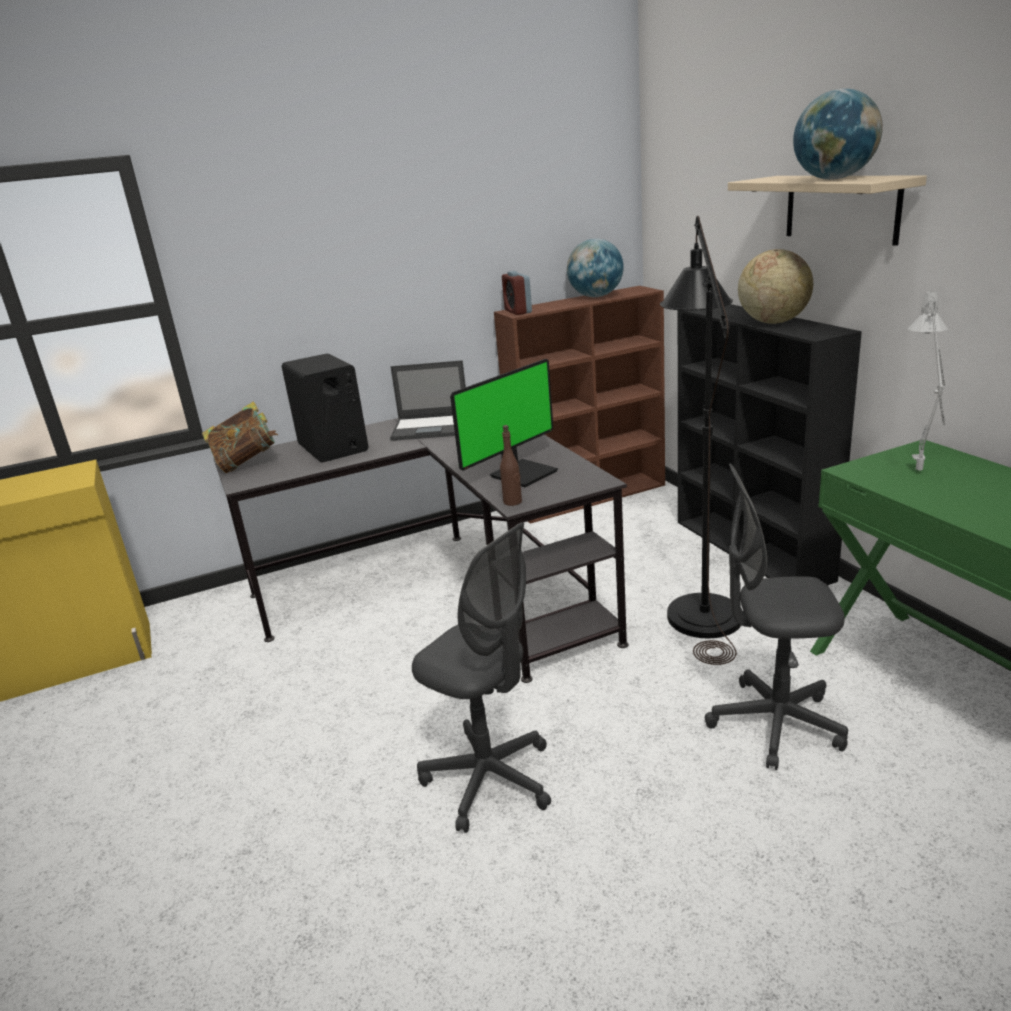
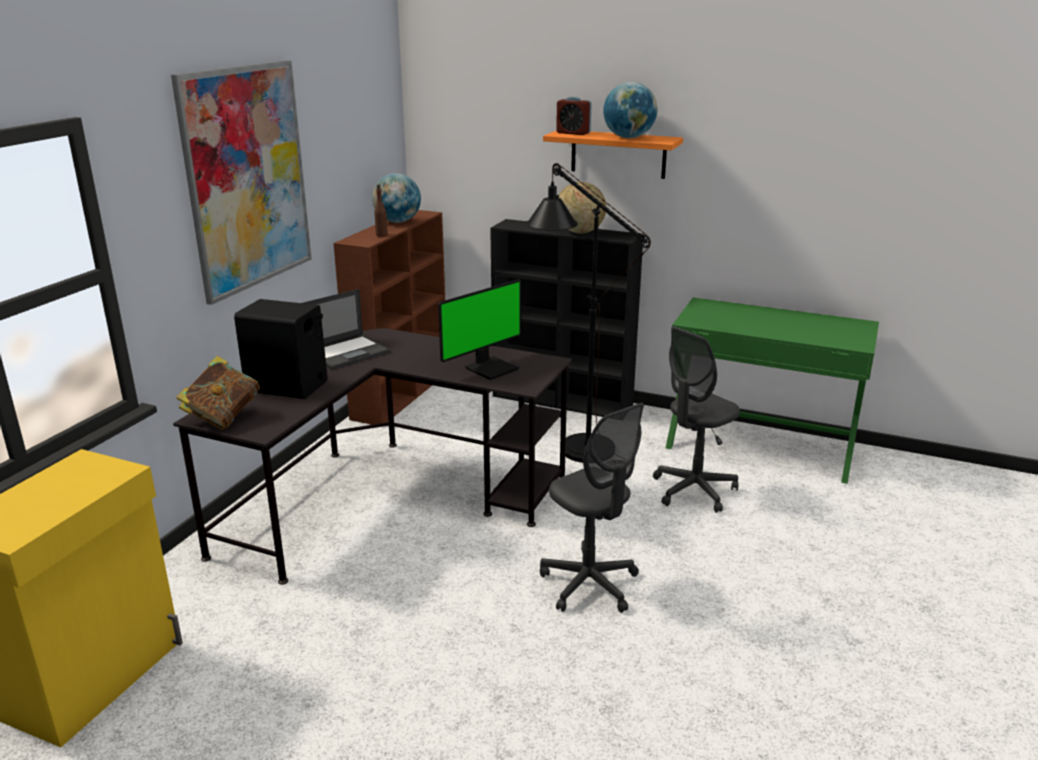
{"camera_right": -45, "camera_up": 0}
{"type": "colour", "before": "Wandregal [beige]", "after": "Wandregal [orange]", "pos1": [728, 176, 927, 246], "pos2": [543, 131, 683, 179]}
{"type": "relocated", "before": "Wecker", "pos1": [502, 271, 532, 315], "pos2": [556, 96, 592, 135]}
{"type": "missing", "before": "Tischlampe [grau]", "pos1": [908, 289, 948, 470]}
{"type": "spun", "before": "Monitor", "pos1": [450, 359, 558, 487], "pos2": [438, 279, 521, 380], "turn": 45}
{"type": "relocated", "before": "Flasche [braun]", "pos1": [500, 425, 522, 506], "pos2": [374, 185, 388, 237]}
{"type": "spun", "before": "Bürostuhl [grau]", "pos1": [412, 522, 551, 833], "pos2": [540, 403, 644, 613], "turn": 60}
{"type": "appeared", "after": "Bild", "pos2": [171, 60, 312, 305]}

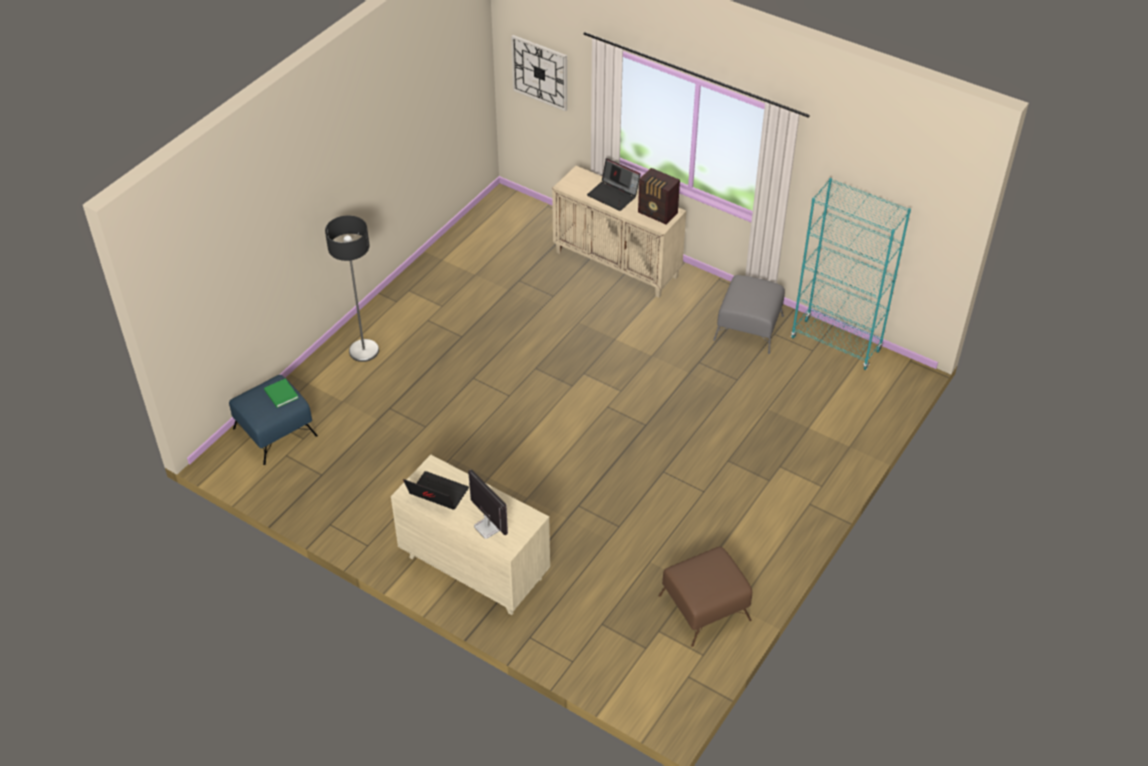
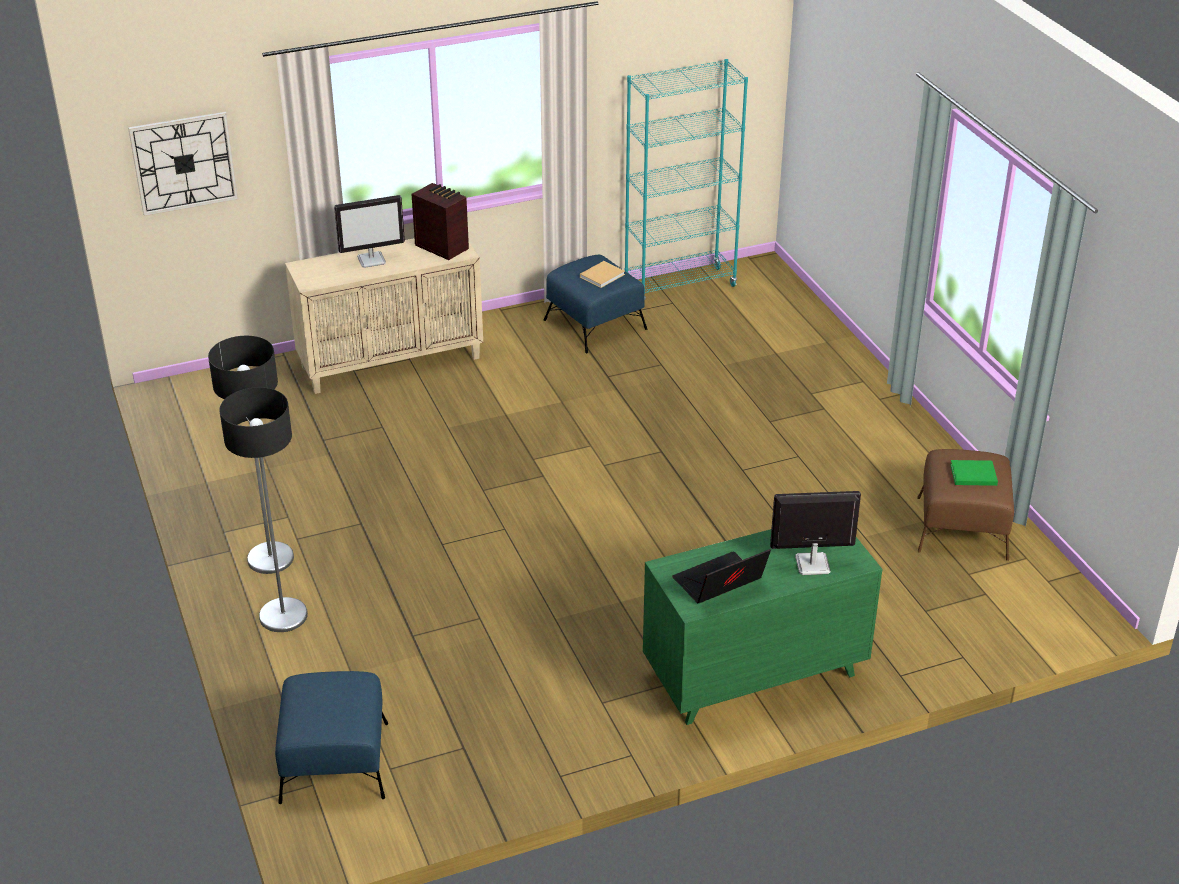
{"camera_right": -55, "camera_up": -10}
{"type": "exchanged", "before": "Laptop", "after": "Monitor", "pos1": [587, 158, 640, 211], "pos2": [334, 195, 405, 268]}
{"type": "spun", "before": "Radio", "pos1": [638, 168, 680, 225], "pos2": [411, 183, 469, 260], "turn": -120}
{"type": "colour", "before": "Polsterhocker [grau]", "after": "Polsterhocker [blau]", "pos1": [713, 275, 785, 354], "pos2": [544, 255, 647, 353]}
{"type": "relocated", "before": "Buch [grün]", "pos1": [264, 378, 298, 408], "pos2": [950, 460, 998, 486]}
{"type": "colour", "before": "Kommode [beige]", "after": "Kommode [grün]", "pos1": [391, 455, 550, 615], "pos2": [643, 529, 883, 725]}
{"type": "appeared", "after": "Buch [beige]", "pos2": [580, 261, 625, 288]}
{"type": "appeared", "after": "Stehlampe", "pos2": [208, 336, 294, 574]}

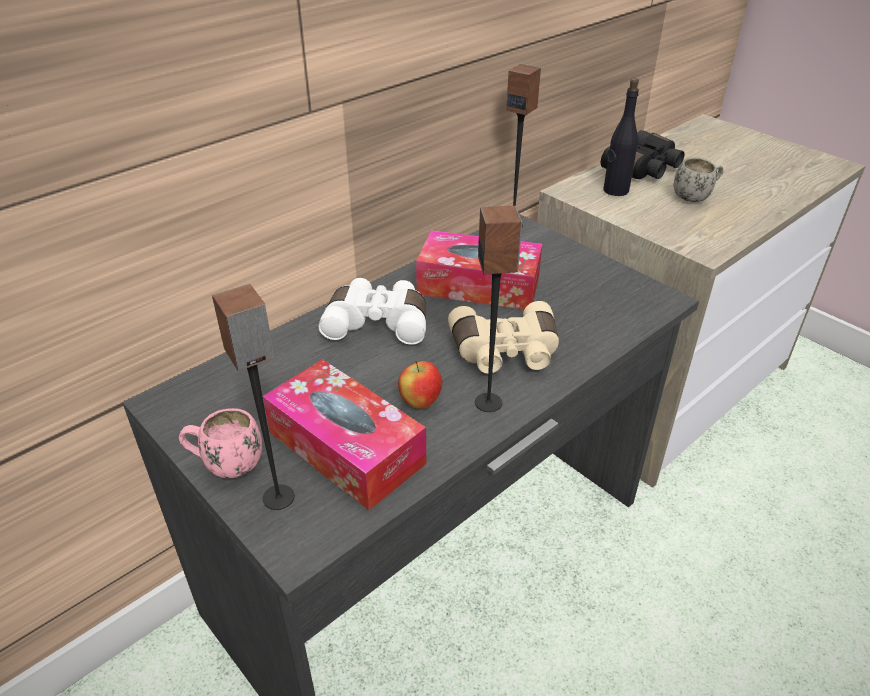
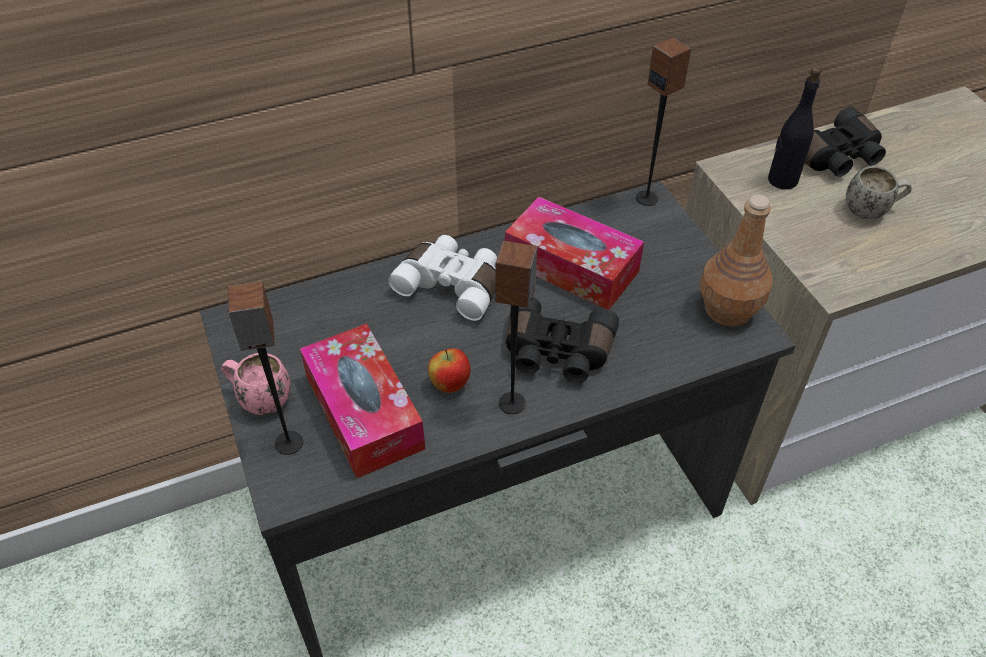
{"camera_right": 20, "camera_up": 10}
{"type": "colour", "before": "Fernglas [beige]", "after": "Fernglas [schwarz]", "pos1": [448, 301, 559, 374], "pos2": [506, 297, 619, 383]}
{"type": "appeared", "after": "Flasche [braun]", "pos2": [700, 194, 773, 326]}

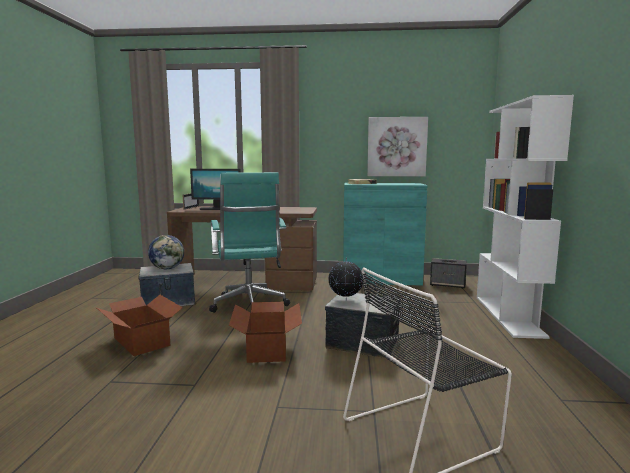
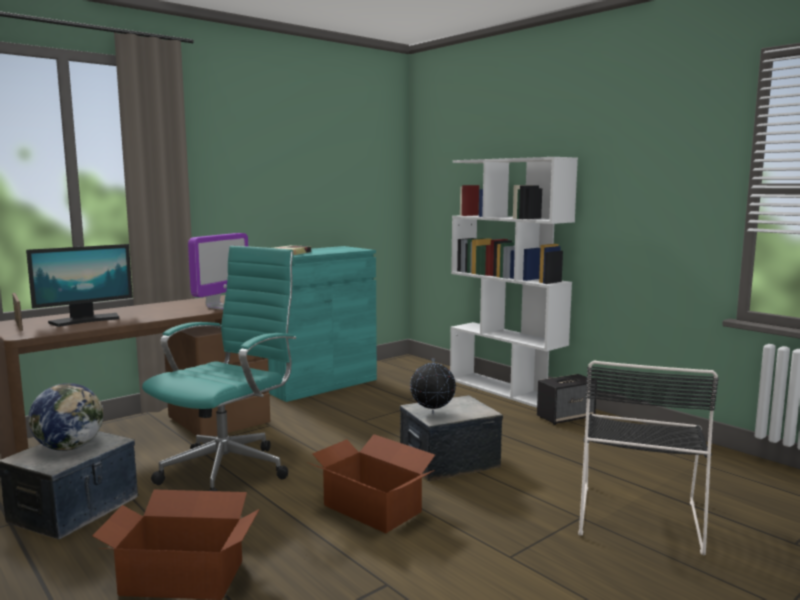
{"camera_right": -45, "camera_up": 0}
{"type": "missing", "before": "Bild", "pos1": [367, 117, 428, 176]}
{"type": "spun", "before": "Bürostuhl [türkis]", "pos1": [209, 172, 290, 313], "pos2": [142, 246, 296, 491], "turn": -90}
{"type": "relocated", "before": "Lautsprecher", "pos1": [430, 258, 467, 289], "pos2": [537, 374, 597, 425]}
{"type": "appeared", "after": "Monitor", "pos2": [188, 233, 248, 310]}

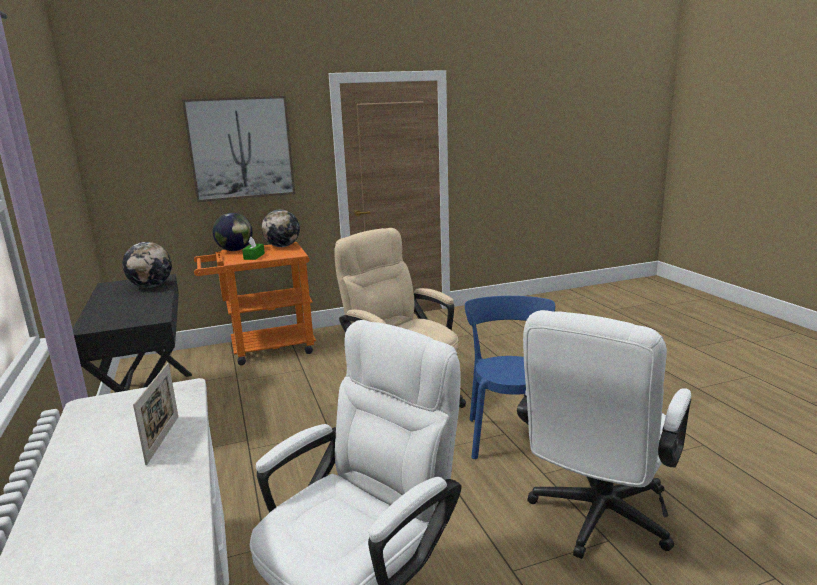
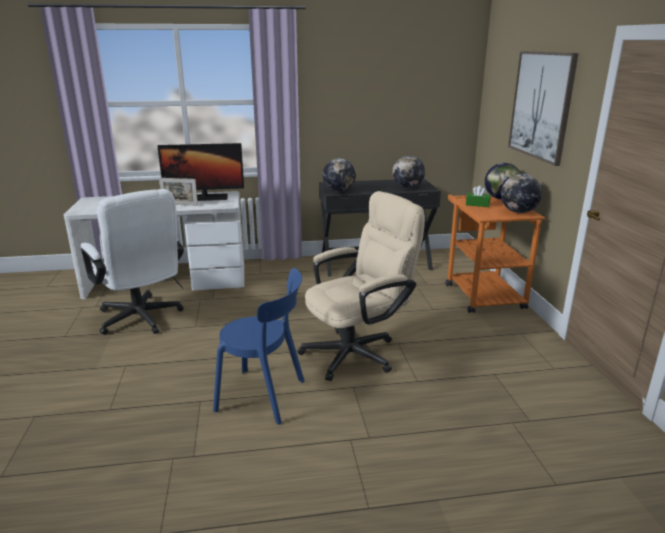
{"camera_right": 100, "camera_up": 5}
{"type": "missing", "before": "Bürostuhl [weiß]", "pos1": [517, 310, 691, 559]}
{"type": "appeared", "after": "Monitor", "pos2": [157, 143, 244, 201]}
{"type": "appeared", "after": "Globus", "pos2": [323, 158, 356, 192]}

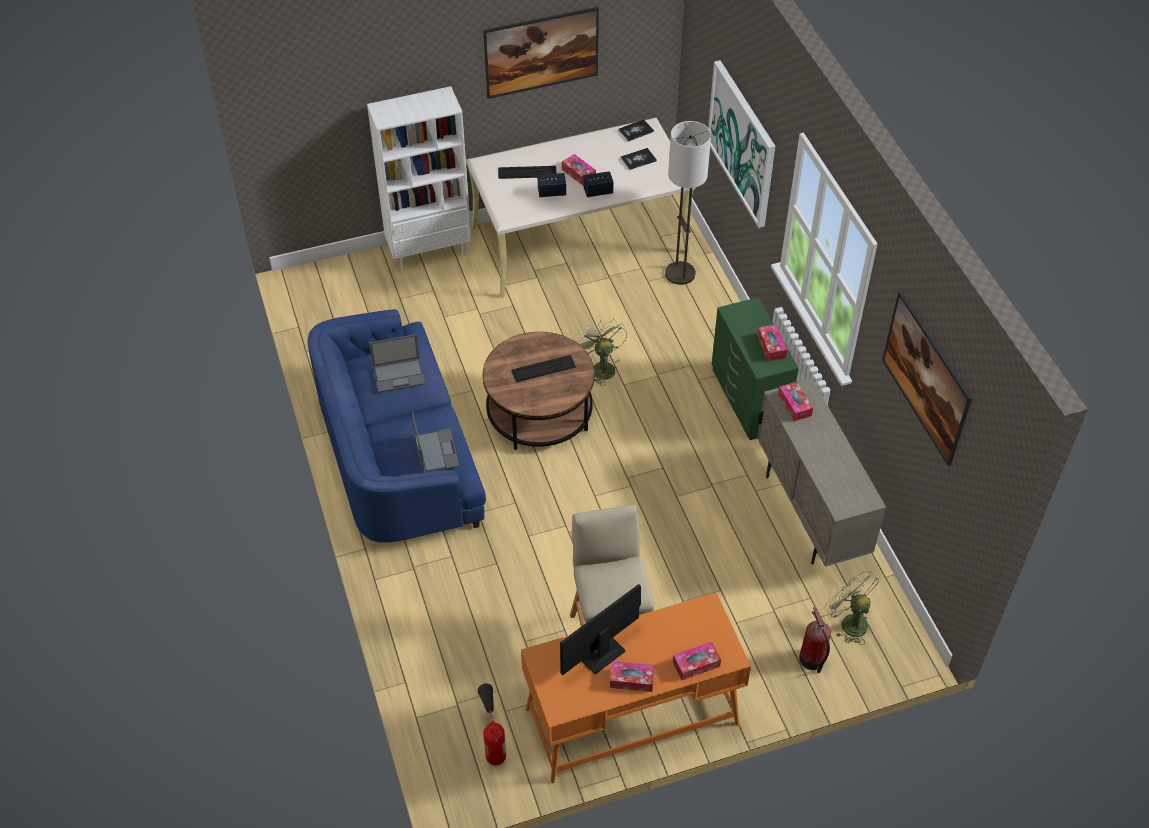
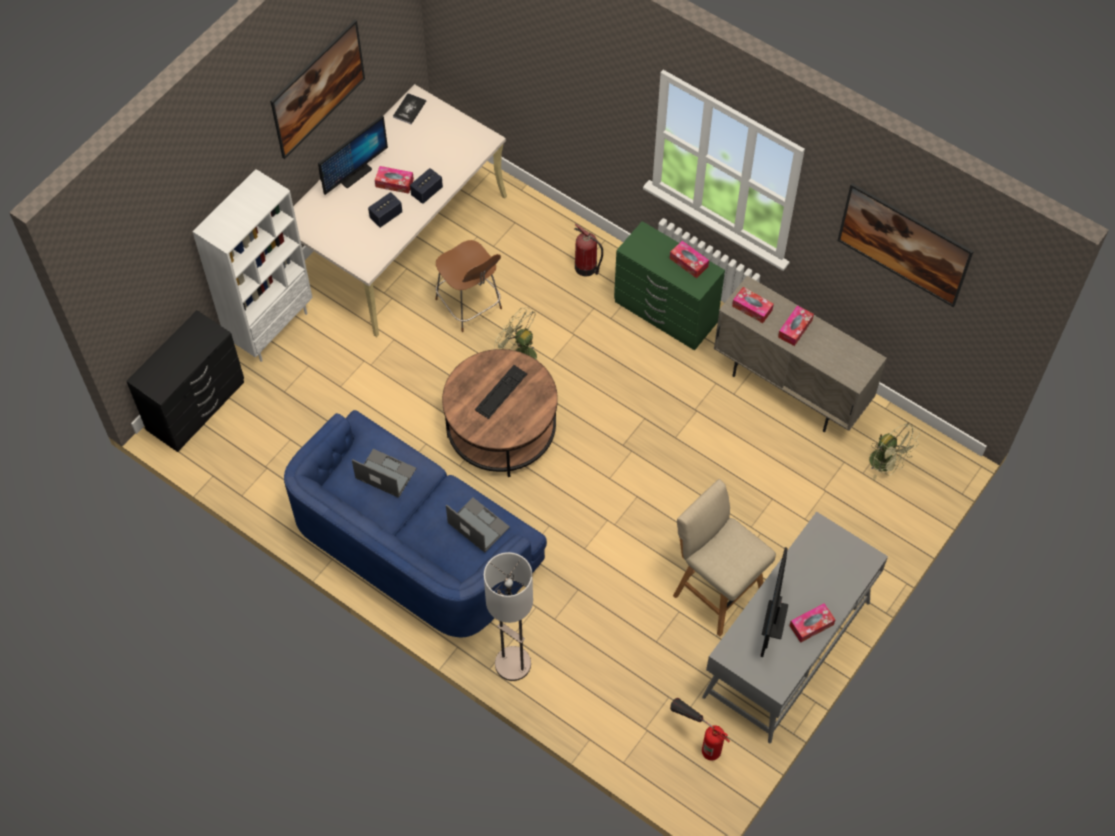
{"camera_right": -35, "camera_up": 10}
{"type": "missing", "before": "Bild", "pos1": [708, 60, 775, 228]}
{"type": "relocated", "before": "Stehlampe", "pos1": [665, 121, 711, 285], "pos2": [484, 552, 533, 681]}
{"type": "missing", "before": "Buch", "pos1": [620, 148, 657, 170]}
{"type": "missing", "before": "Tastatur", "pos1": [498, 166, 557, 179]}
{"type": "spun", "before": "Laptop", "pos1": [369, 334, 425, 393], "pos2": [352, 449, 417, 498], "turn": -105}
{"type": "spun", "before": "Ventilator [grün]", "pos1": [825, 571, 880, 645], "pos2": [869, 423, 920, 480], "turn": -150}
{"type": "colour", "before": "Schreibtisch [orange]", "after": "Schreibtisch [grau]", "pos1": [521, 593, 751, 783], "pos2": [702, 511, 888, 743]}
{"type": "relocated", "before": "Feuerlöscher", "pos1": [799, 607, 831, 673], "pos2": [575, 224, 603, 276]}
{"type": "relocated", "before": "Taschentuchbox", "pos1": [673, 642, 721, 680], "pos2": [778, 305, 814, 346]}
{"type": "appeared", "after": "Monitor", "pos2": [318, 116, 388, 195]}
{"type": "appeared", "after": "Stuhl [braun]", "pos2": [436, 240, 502, 332]}
{"type": "appeared", "after": "Kommode [schwarz]", "pos2": [126, 310, 244, 452]}

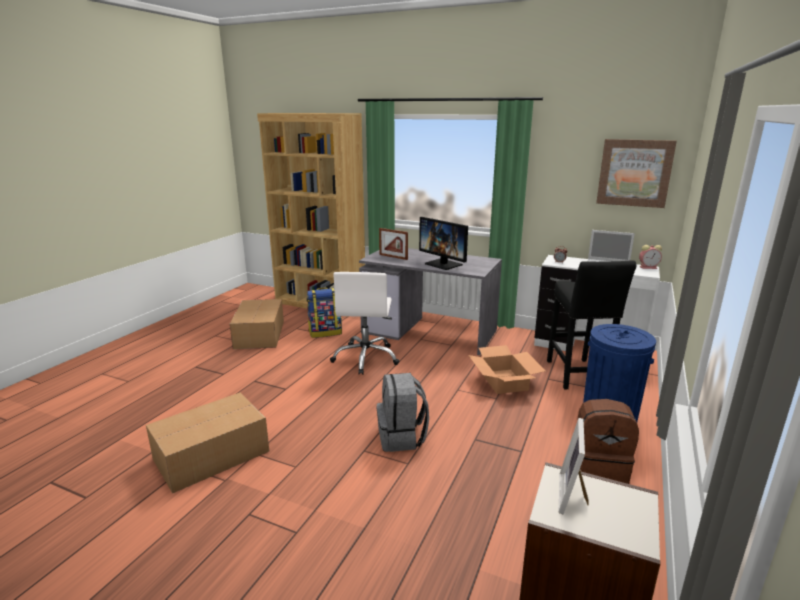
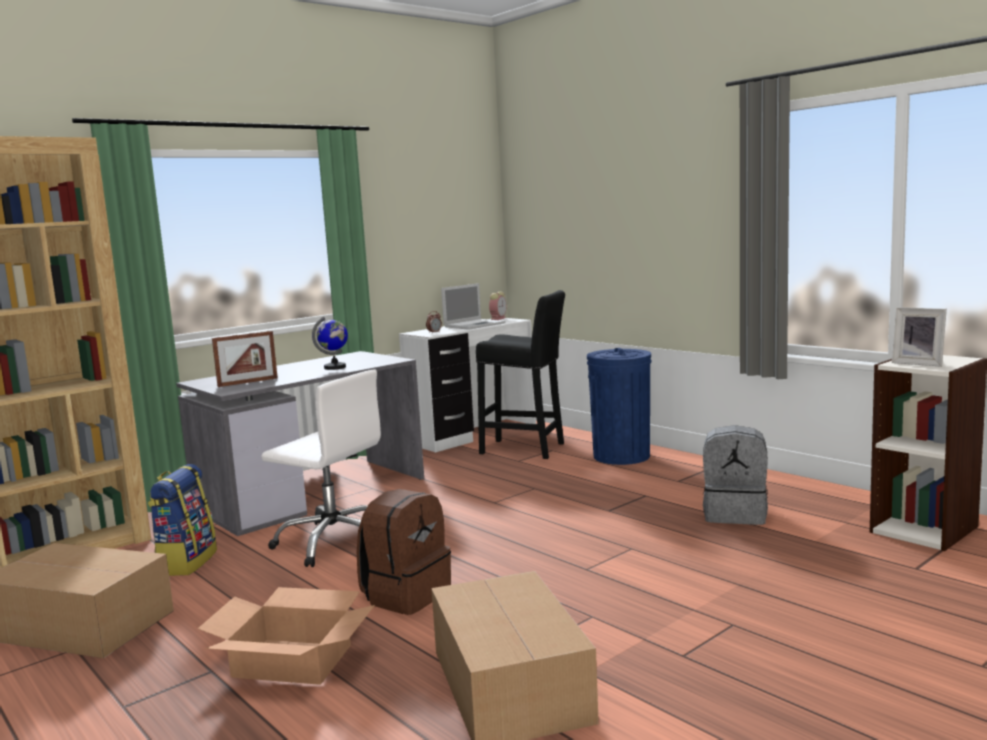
{"camera_right": -65, "camera_up": -10}
{"type": "missing", "before": "Bild", "pos1": [596, 139, 677, 208]}
{"type": "exchanged", "before": "Monitor", "after": "Globus", "pos1": [419, 217, 468, 270], "pos2": [312, 317, 348, 370]}
{"type": "relocated", "before": "Karton", "pos1": [468, 345, 546, 394], "pos2": [198, 587, 375, 685]}
{"type": "relocated", "before": "Rucksack [grau]", "pos1": [377, 373, 429, 452], "pos2": [703, 425, 768, 525]}
{"type": "relocated", "before": "Rucksack [braun]", "pos1": [578, 399, 639, 484], "pos2": [357, 489, 451, 615]}

